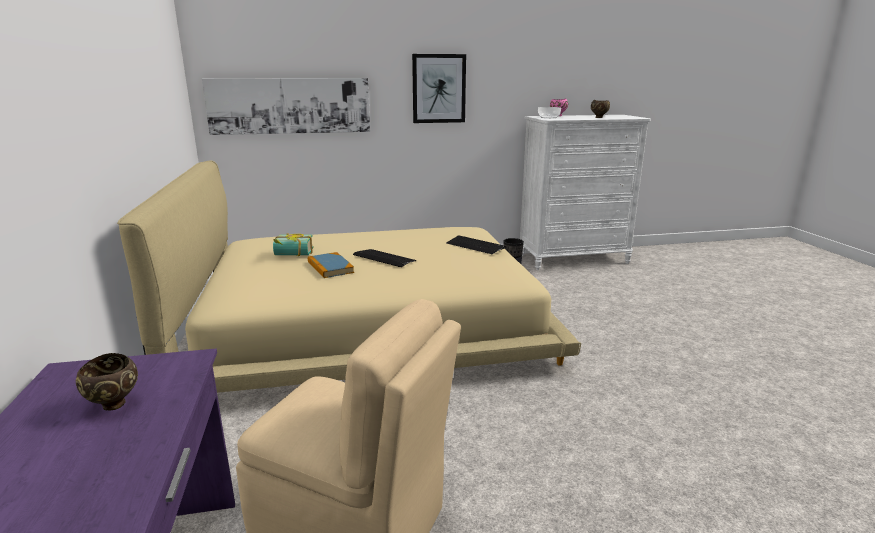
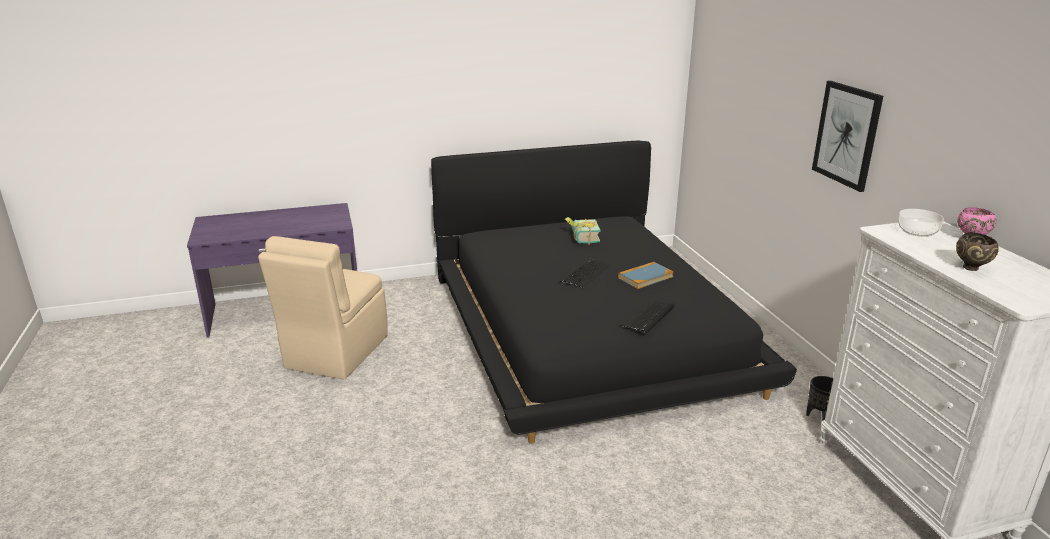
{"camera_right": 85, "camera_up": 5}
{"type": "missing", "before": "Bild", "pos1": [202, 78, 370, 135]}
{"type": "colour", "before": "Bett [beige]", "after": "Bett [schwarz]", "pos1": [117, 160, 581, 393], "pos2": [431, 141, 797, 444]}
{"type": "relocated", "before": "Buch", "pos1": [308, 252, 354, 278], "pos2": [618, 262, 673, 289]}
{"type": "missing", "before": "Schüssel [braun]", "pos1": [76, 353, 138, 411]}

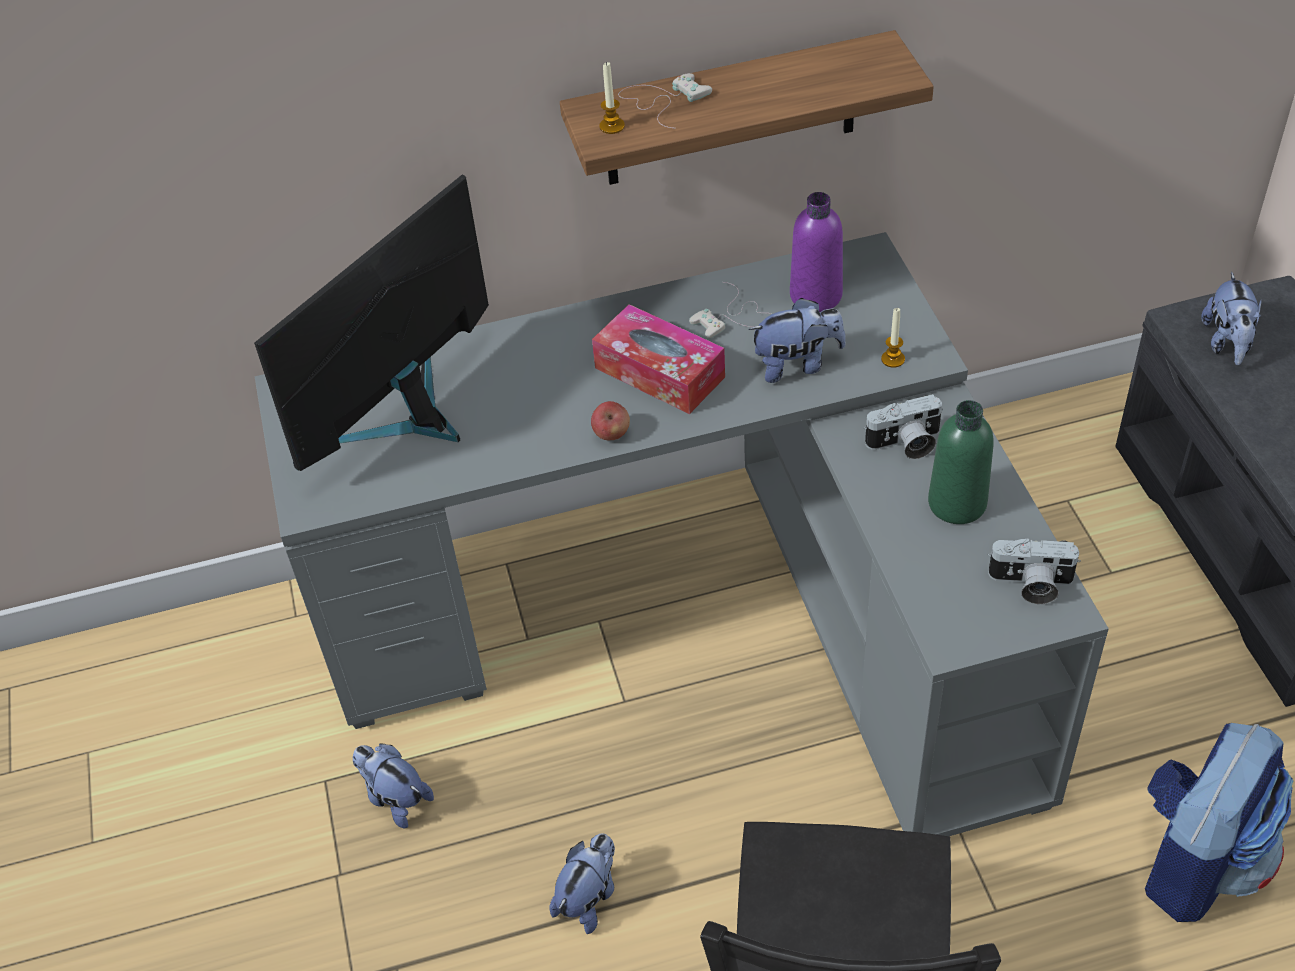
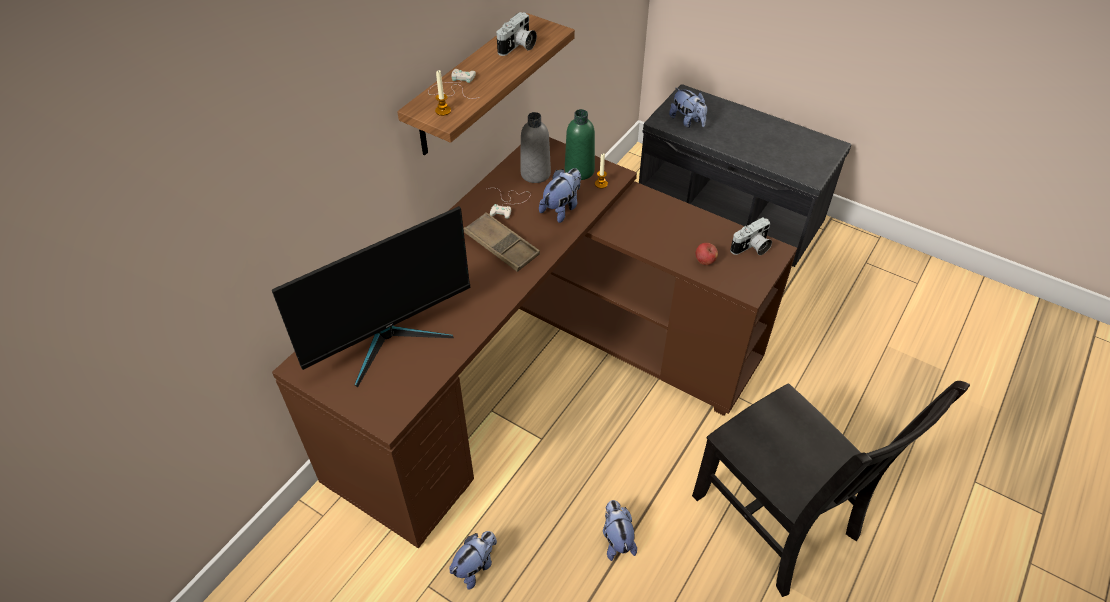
{"camera_right": -45, "camera_up": 0}
{"type": "spun", "before": "Monitor", "pos1": [254, 175, 489, 471], "pos2": [272, 206, 470, 388], "turn": -120}
{"type": "colour", "before": "Flasche [lila]", "after": "Flasche [grau]", "pos1": [790, 192, 843, 312], "pos2": [521, 112, 551, 183]}
{"type": "colour", "before": "Schreibtisch [grau]", "after": "Schreibtisch [braun]", "pos1": [255, 232, 1109, 836], "pos2": [272, 137, 797, 548]}
{"type": "exchanged", "before": "Taschentuchbox", "after": "Tablett [braun]", "pos1": [592, 304, 725, 414], "pos2": [464, 212, 540, 272]}
{"type": "relocated", "before": "Kamera", "pos1": [864, 394, 943, 459], "pos2": [496, 12, 537, 56]}
{"type": "relocated", "before": "Flasche [grün]", "pos1": [928, 400, 994, 524], "pos2": [565, 109, 595, 180]}
{"type": "relocated", "before": "Apfel", "pos1": [591, 401, 630, 440], "pos2": [695, 243, 718, 265]}
{"type": "missing", "before": "Rucksack", "pos1": [1145, 723, 1293, 922]}
{"type": "spun", "before": "Plüschtier", "pos1": [353, 743, 434, 828], "pos2": [449, 531, 497, 589], "turn": 135}

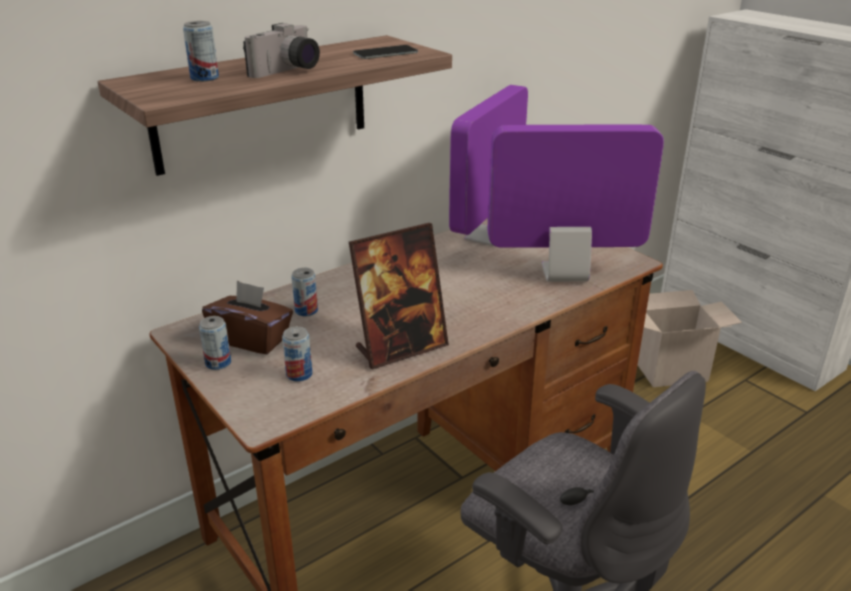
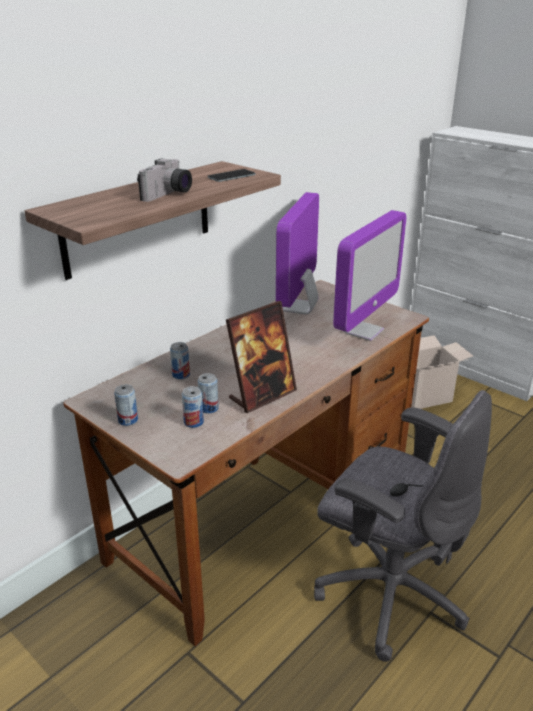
{"camera_right": -10, "camera_up": 0}
{"type": "relocated", "before": "Dose", "pos1": [183, 21, 219, 82], "pos2": [198, 373, 219, 414]}
{"type": "spun", "before": "Monitor", "pos1": [488, 125, 664, 282], "pos2": [333, 210, 406, 341], "turn": 135}
{"type": "missing", "before": "Taschentuchbox [braun]", "pos1": [202, 281, 293, 354]}

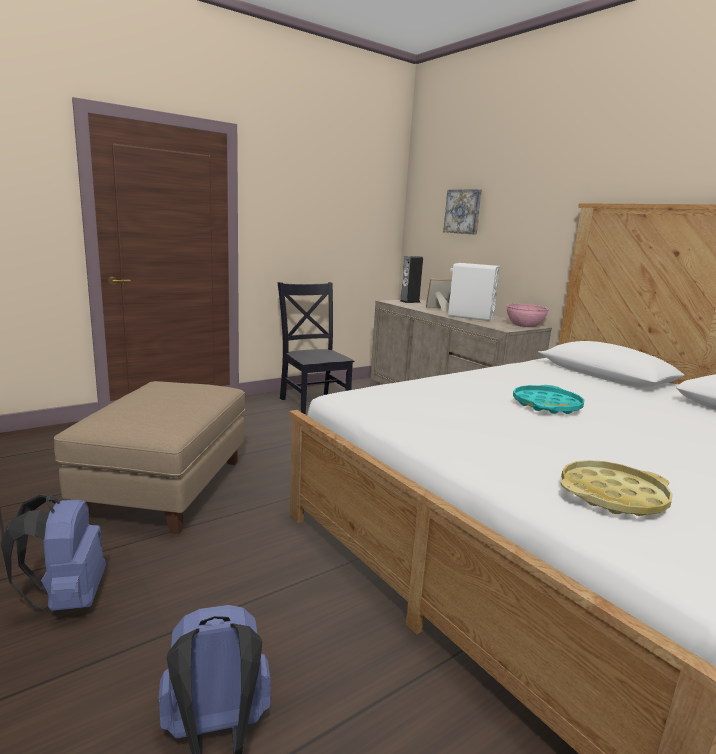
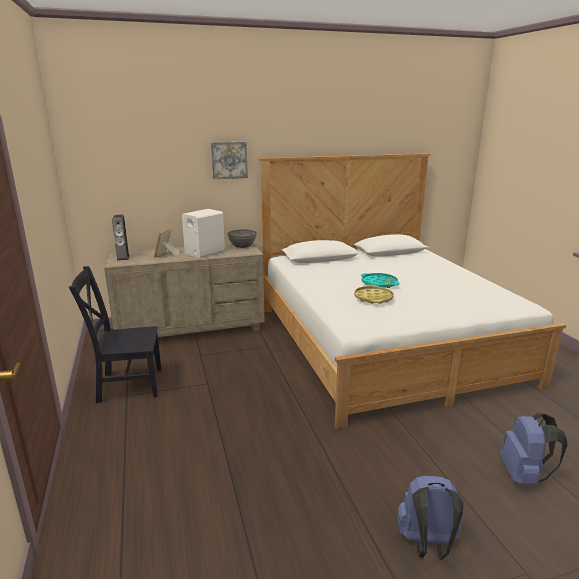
{"camera_right": -70, "camera_up": 5}
{"type": "relocated", "before": "Bild", "pos1": [443, 189, 482, 235], "pos2": [211, 142, 248, 179]}
{"type": "colour", "before": "Schüssel [rosa]", "after": "Schüssel [grau]", "pos1": [506, 304, 549, 327], "pos2": [227, 229, 257, 248]}
{"type": "missing", "before": "Polsterhocker [beige]", "pos1": [54, 381, 245, 534]}
{"type": "relocated", "before": "Tablett [gelb]", "pos1": [561, 460, 673, 516], "pos2": [354, 285, 394, 304]}

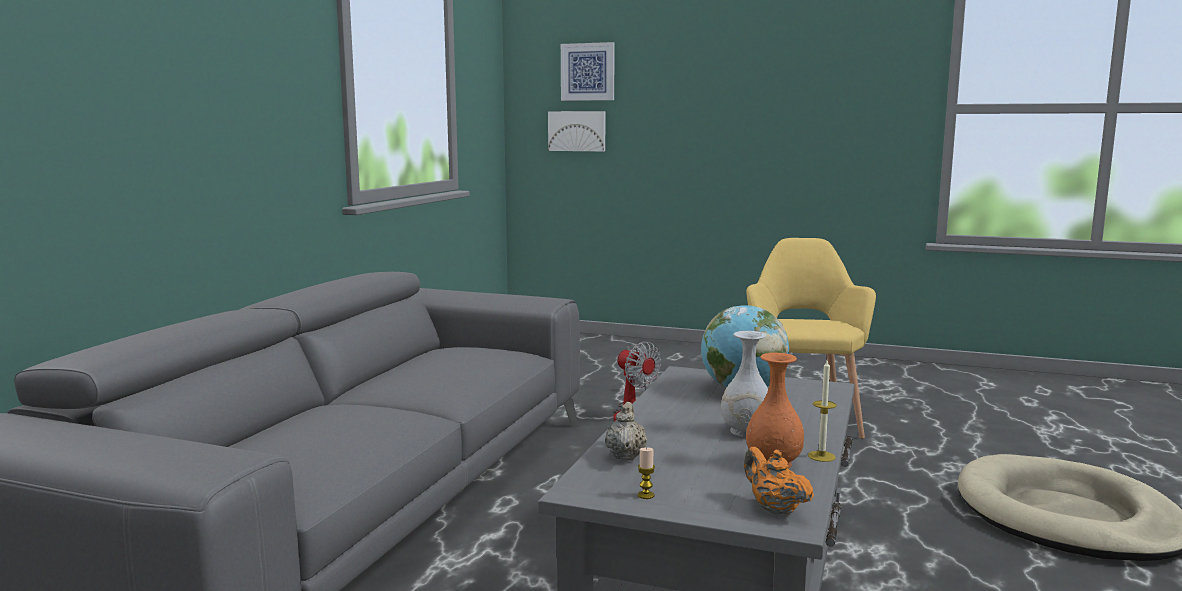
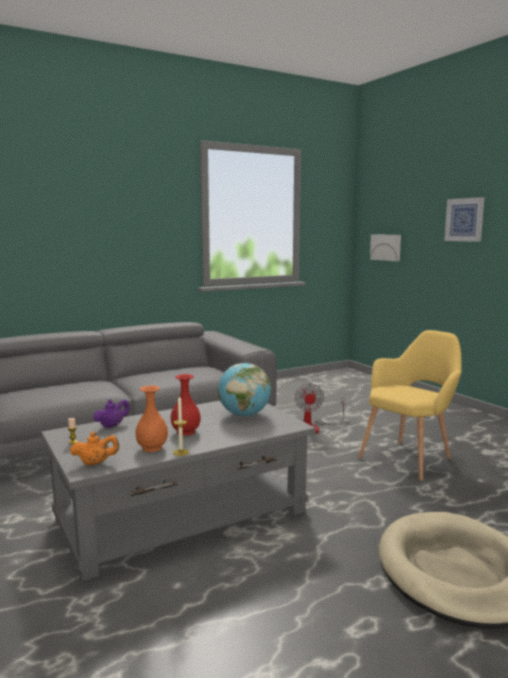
{"camera_right": 40, "camera_up": 0}
{"type": "relocated", "before": "Bild", "pos1": [561, 42, 615, 101], "pos2": [444, 197, 485, 242]}
{"type": "colour", "before": "Vase [weiß]", "after": "Vase [rot]", "pos1": [721, 331, 768, 437], "pos2": [171, 374, 201, 436]}
{"type": "colour", "before": "Teekanne [beige]", "after": "Teekanne [lila]", "pos1": [605, 402, 647, 461], "pos2": [93, 399, 130, 428]}
{"type": "spun", "before": "Teekanne [orange]", "pos1": [744, 447, 814, 515], "pos2": [70, 432, 119, 466], "turn": 75}

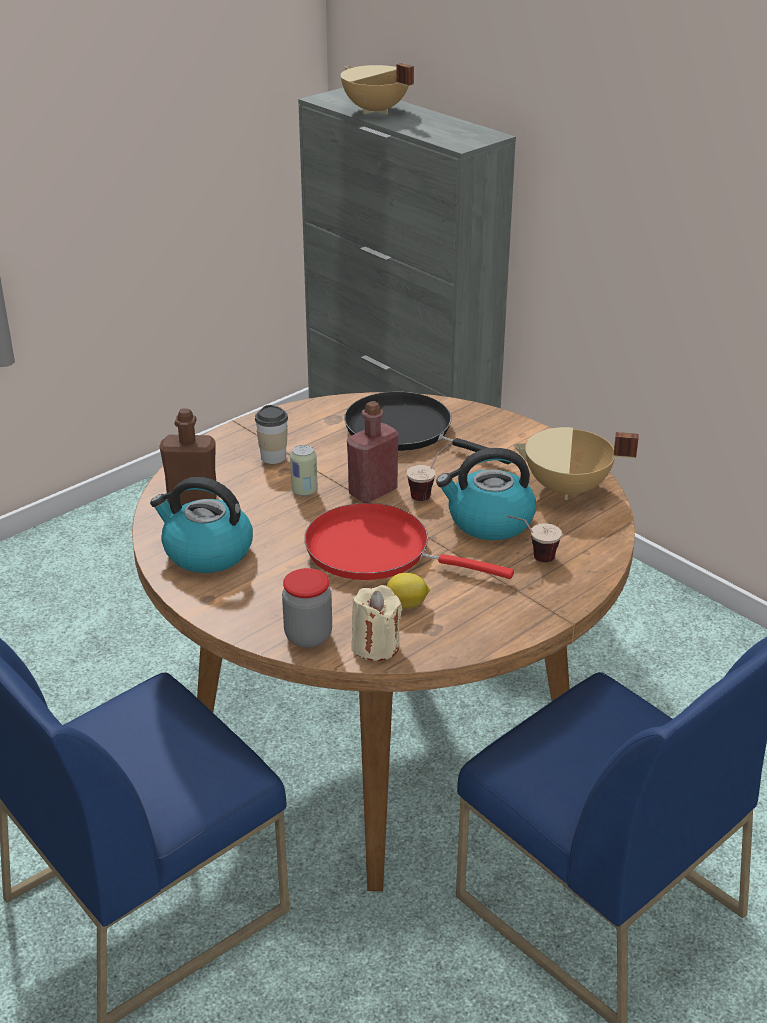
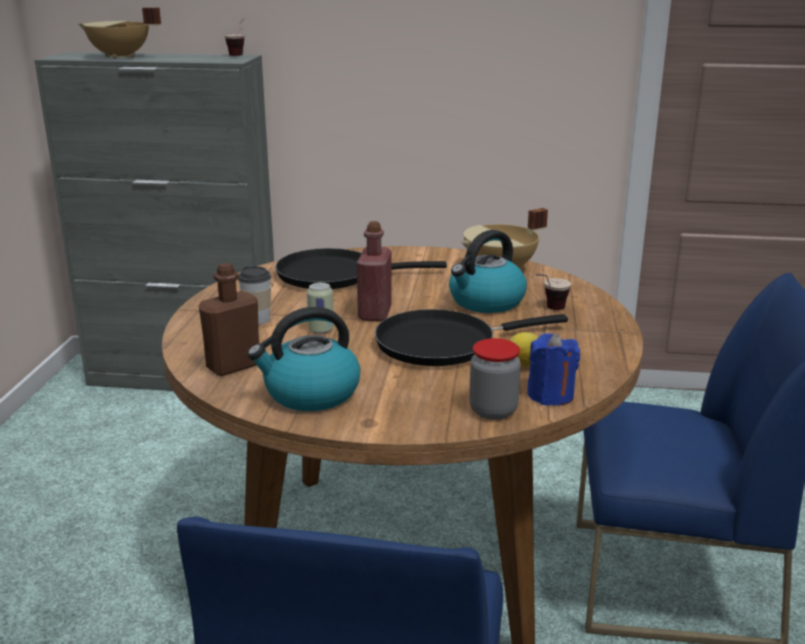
{"camera_right": -40, "camera_up": -10}
{"type": "relocated", "before": "Tasse", "pos1": [407, 443, 451, 501], "pos2": [224, 18, 245, 56]}
{"type": "colour", "before": "Pfanne [rot]", "after": "Pfanne [schwarz]", "pos1": [304, 503, 514, 580], "pos2": [375, 309, 568, 366]}
{"type": "colour", "before": "Kerze [beige]", "after": "Kerze [blau]", "pos1": [351, 585, 402, 661], "pos2": [527, 333, 580, 406]}

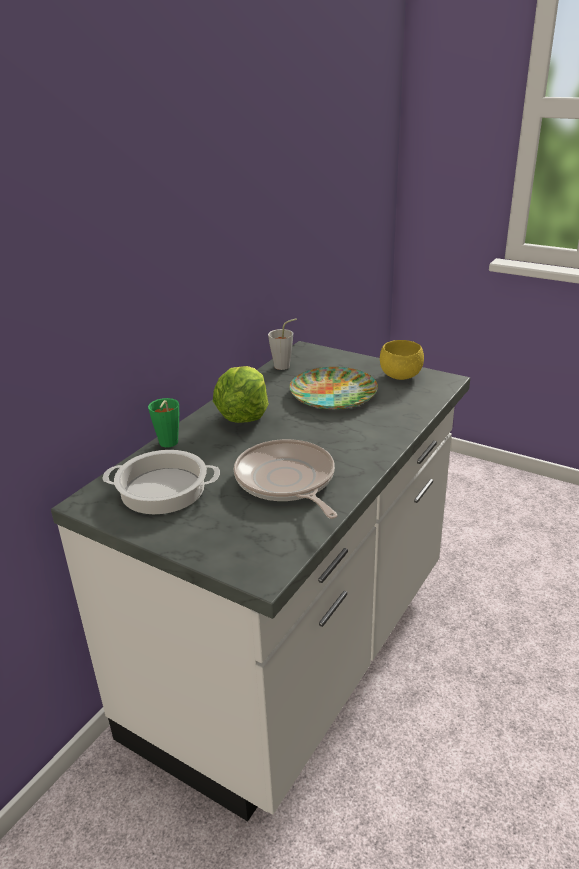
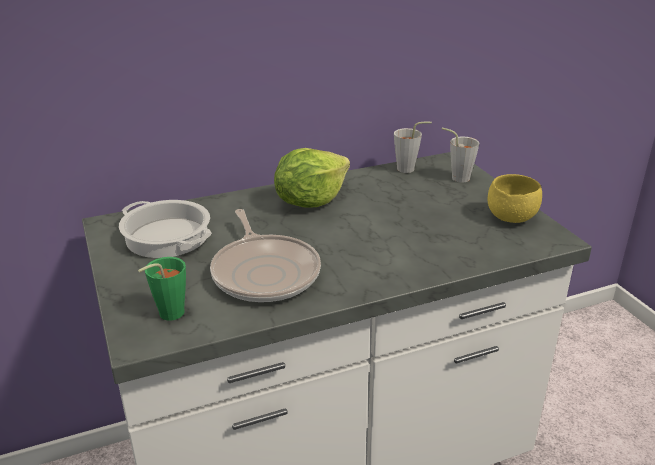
{"camera_right": 35, "camera_up": 0}
{"type": "missing", "before": "Teller", "pos1": [289, 367, 378, 409]}
{"type": "relocated", "before": "Tasse [grün]", "pos1": [148, 398, 179, 448], "pos2": [138, 257, 186, 321]}
{"type": "spun", "before": "Pfanne", "pos1": [234, 439, 337, 519], "pos2": [210, 209, 321, 302], "turn": 150}
{"type": "appeared", "after": "Tasse [grau]", "pos2": [442, 127, 480, 183]}

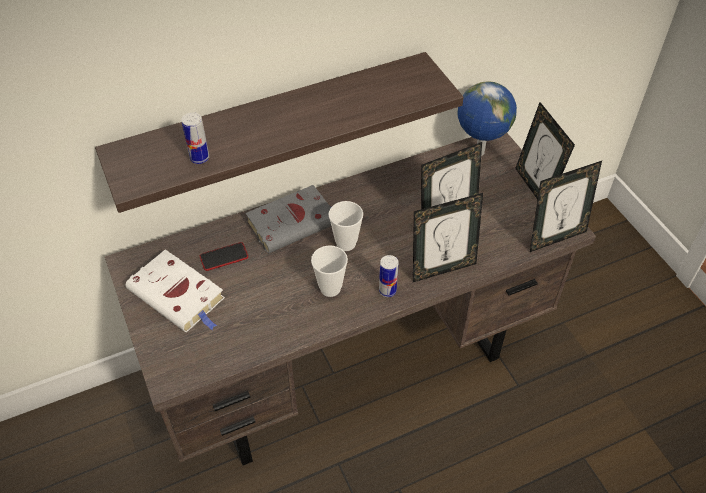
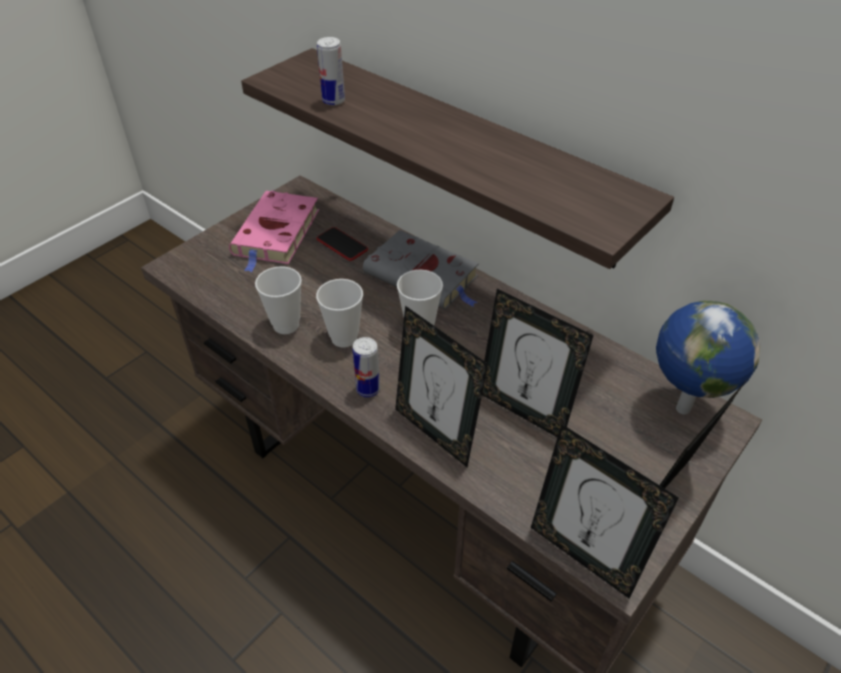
{"camera_right": 65, "camera_up": -5}
{"type": "colour", "before": "Buch [weiß]", "after": "Buch [rosa]", "pos1": [126, 249, 225, 332], "pos2": [229, 191, 319, 273]}
{"type": "appeared", "after": "Tasse", "pos2": [255, 266, 302, 334]}

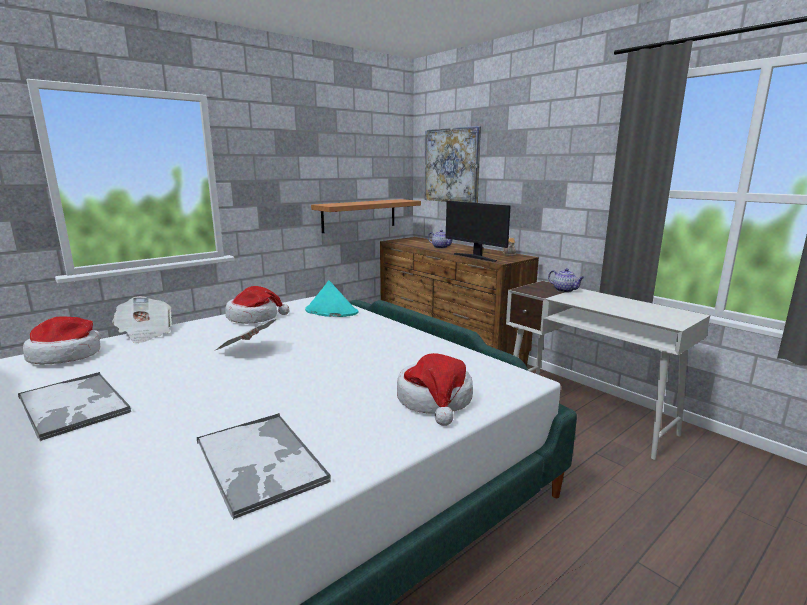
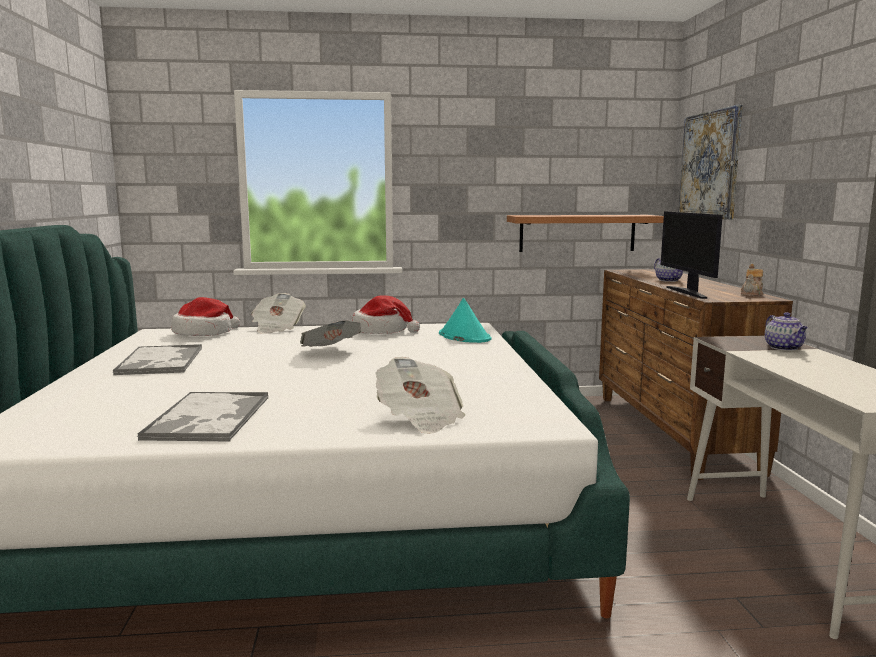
{"camera_right": 35, "camera_up": -5}
{"type": "exchanged", "before": "Hut", "after": "Zeitung", "pos1": [397, 353, 473, 426], "pos2": [375, 357, 465, 434]}

